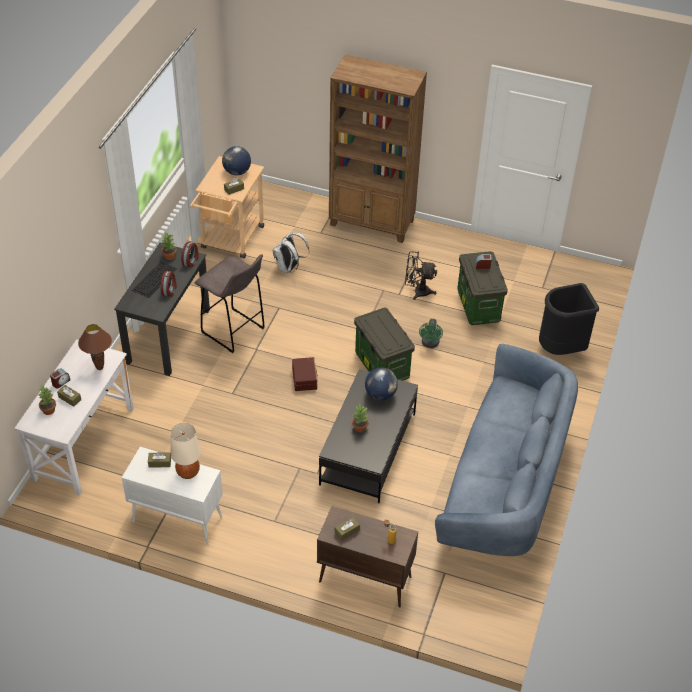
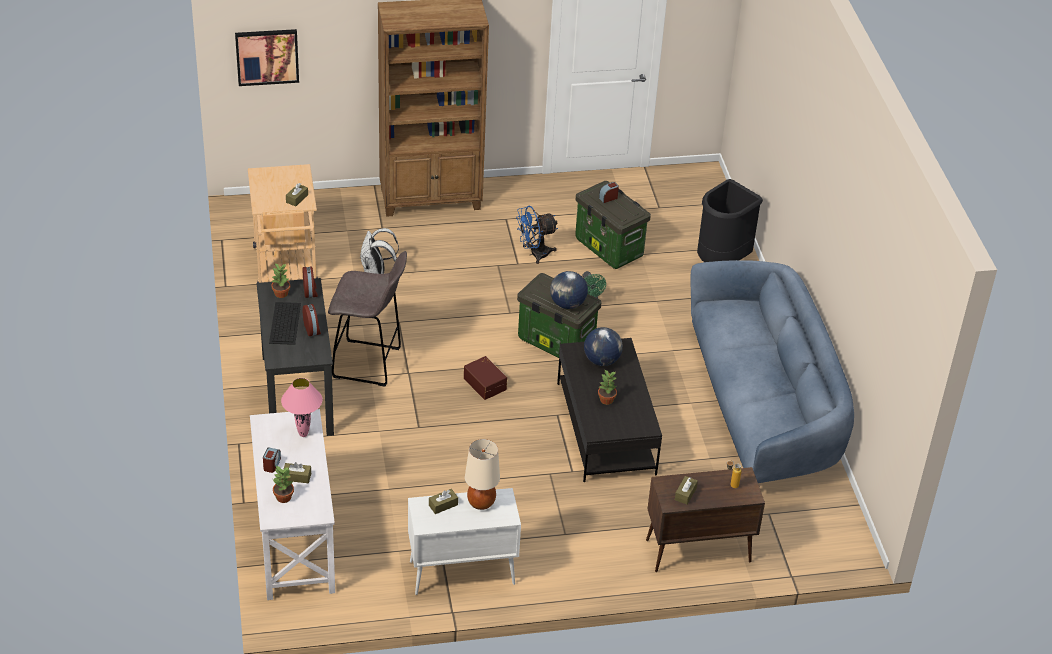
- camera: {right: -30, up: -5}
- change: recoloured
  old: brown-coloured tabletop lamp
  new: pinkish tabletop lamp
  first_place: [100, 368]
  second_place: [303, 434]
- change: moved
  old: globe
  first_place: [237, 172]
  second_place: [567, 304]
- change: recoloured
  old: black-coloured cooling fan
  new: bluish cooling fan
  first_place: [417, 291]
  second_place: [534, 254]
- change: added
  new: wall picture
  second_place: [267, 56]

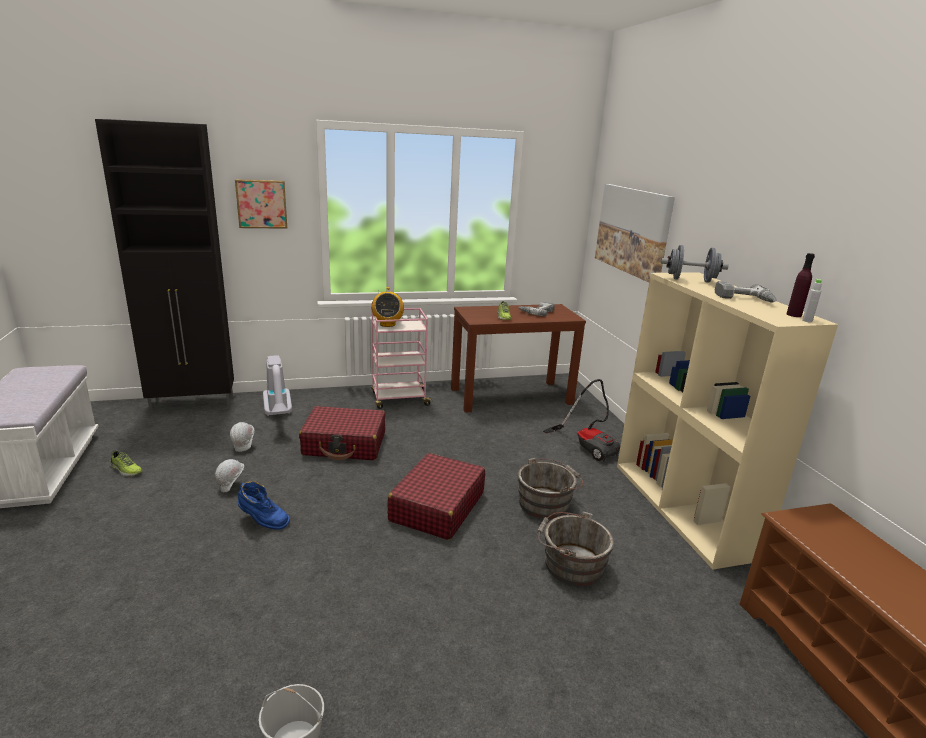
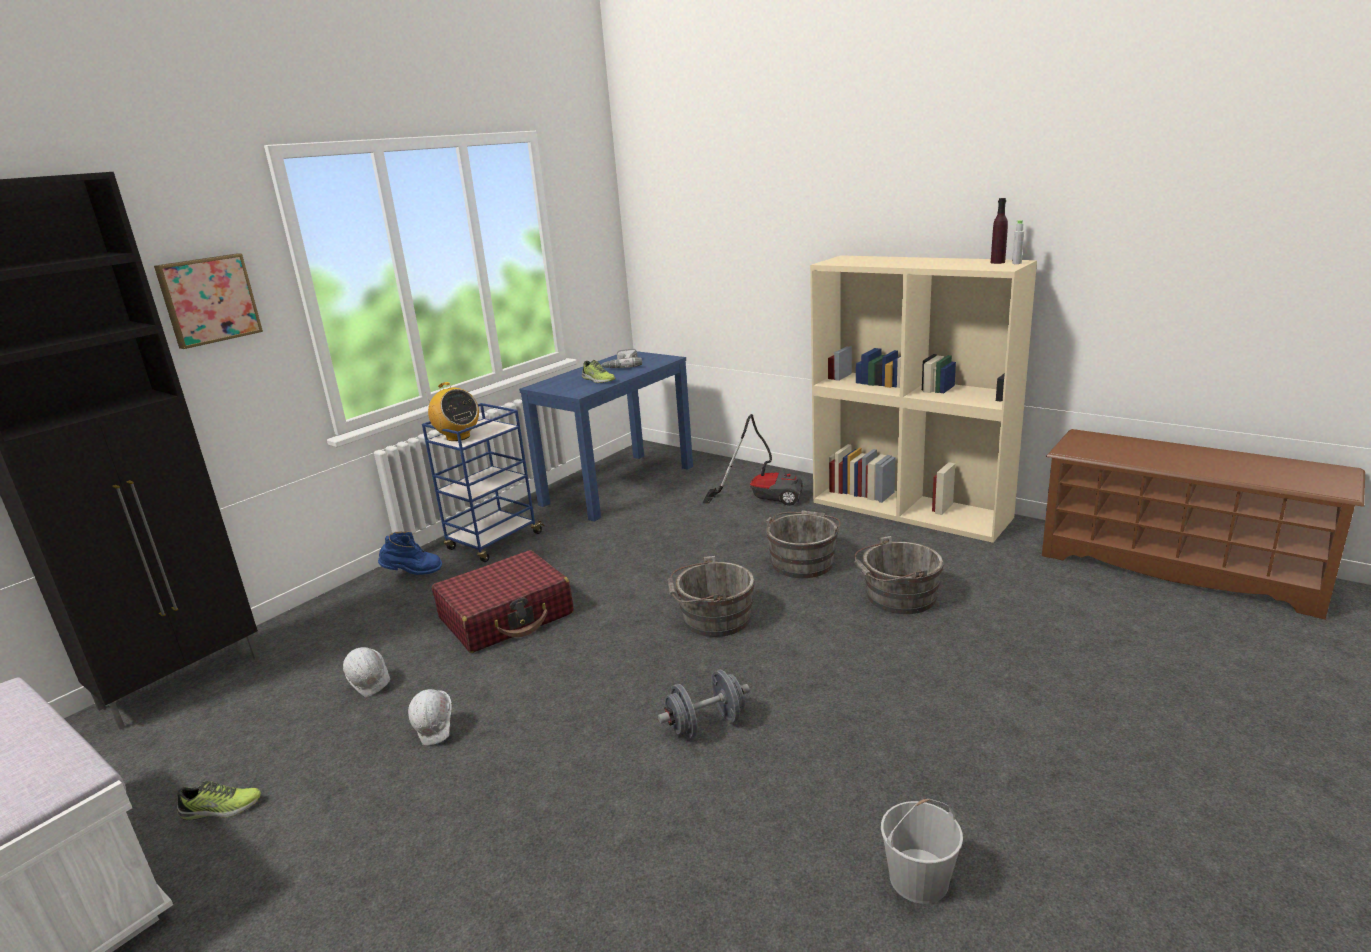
- camera: {right: -35, up: 0}
- change: moved
  old: bluish tall boot
  first_place: [263, 522]
  second_place: [413, 574]
- change: removed
  old: vacuum
  first_place: [279, 415]
- change: recoloured
  old: pinkish wheeled cart
  new: bluish wheeled cart
  first_place: [399, 399]
  second_place: [493, 542]
- change: replaced
  old: reddish travel case
  new: gray bucket
  first_place: [437, 507]
  second_place: [712, 618]
- change: recoloured
  old: brown-coloured console table
  new: bluish console table
  first_place: [511, 396]
  second_place: [618, 485]
- change: removed
  old: wall picture
  first_place: [633, 231]
- change: moved
  old: gray hand weight
  first_place: [690, 280]
  second_place: [706, 724]
- change: removed
  old: electric drill
  first_place: [744, 299]

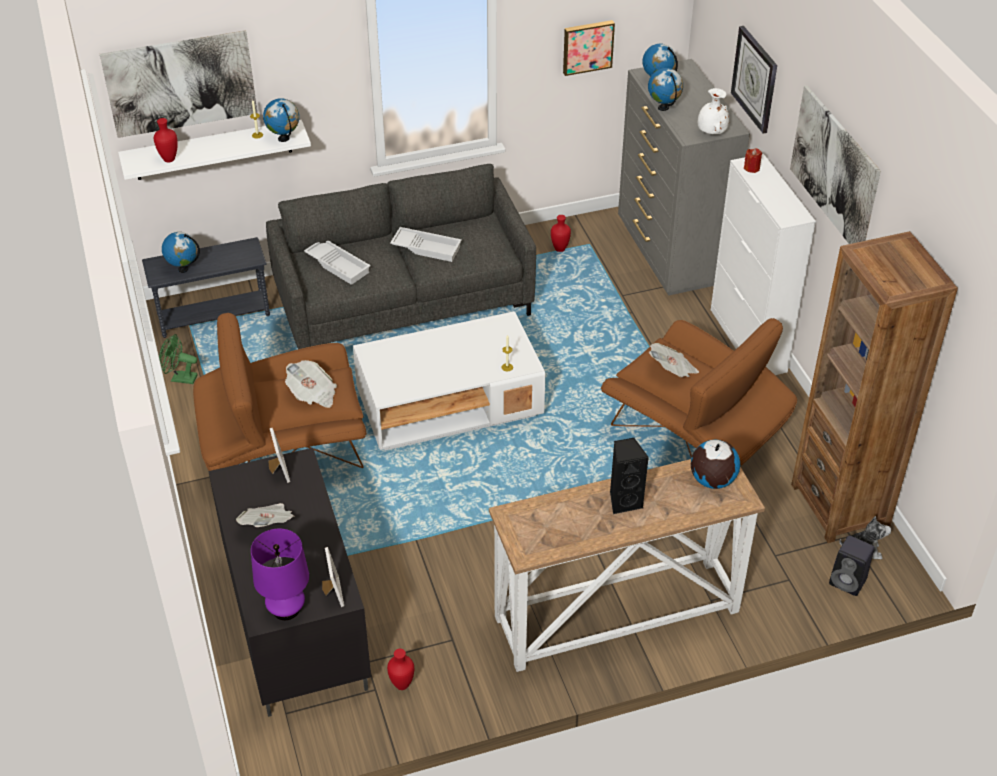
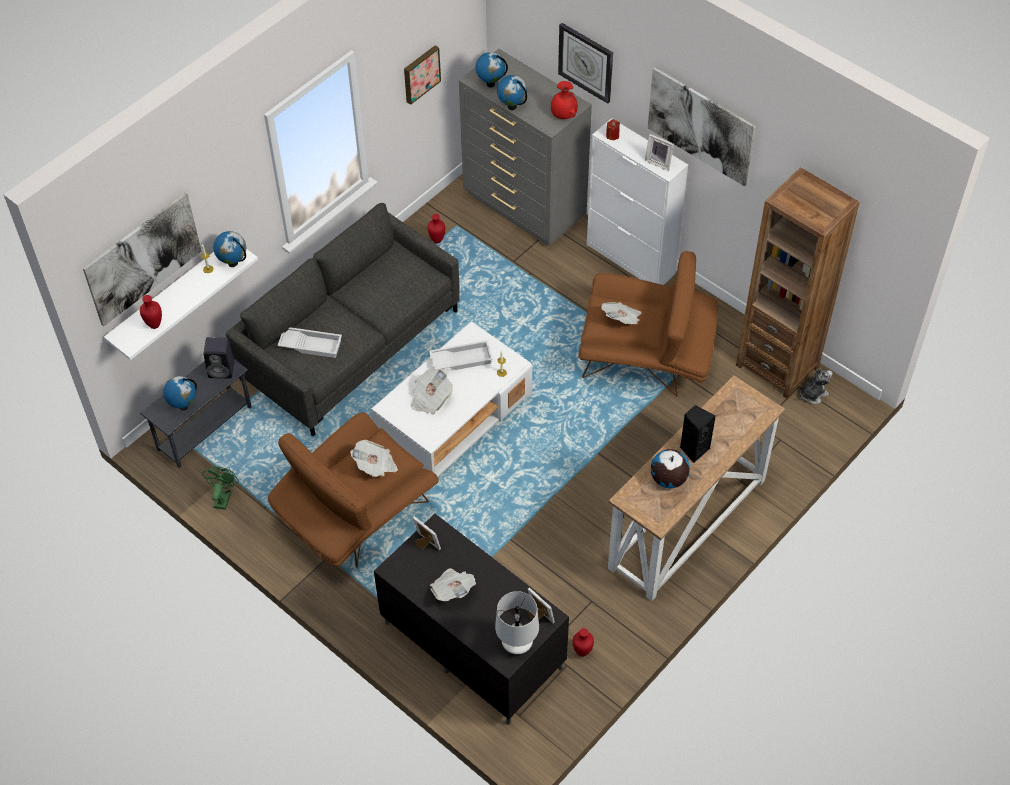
- camera: {right: -30, up: 10}
- change: turned
  old: green-coloured cooling fan
  first_place: [180, 378]
  second_place: [223, 497]
  degrees: 120
- change: recoloured
  old: purple tabletop lamp
  new: white tabletop lamp
  first_place: [286, 609]
  second_place: [517, 645]
- change: moved
  old: white tray
  first_place: [427, 247]
  second_place: [461, 359]
- change: moved
  old: globe
  first_place: [712, 480]
  second_place: [668, 479]
- change: recoloured
  old: white decorative vase
  new: reddish decorative vase
  first_place: [711, 132]
  second_place: [563, 115]
- change: moved
  old: black-coloured loudspeaker
  first_place: [849, 582]
  second_place: [222, 369]
- change: added
  new: newspaper
  second_place: [430, 399]
- change: added
  new: standing frame
  second_place: [659, 162]

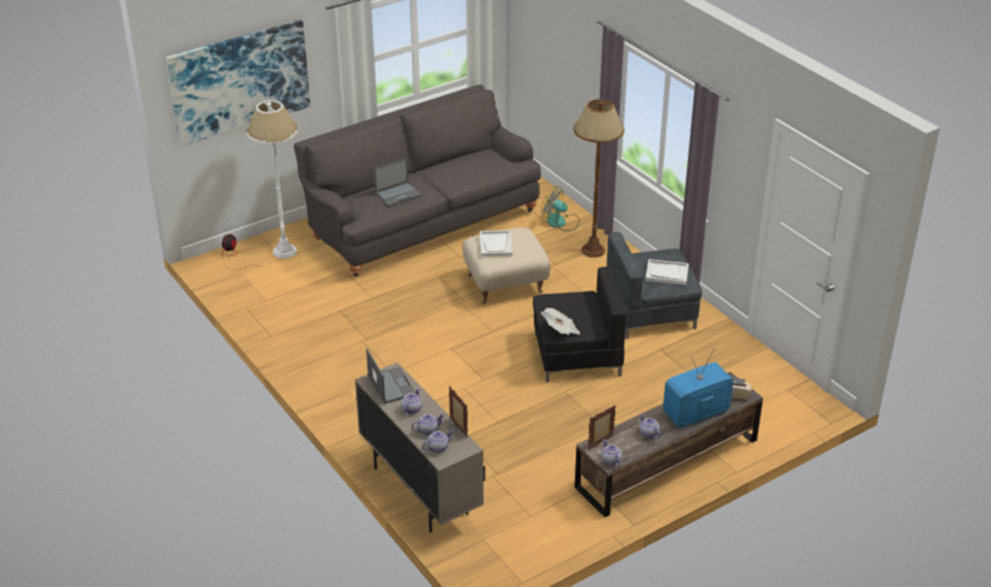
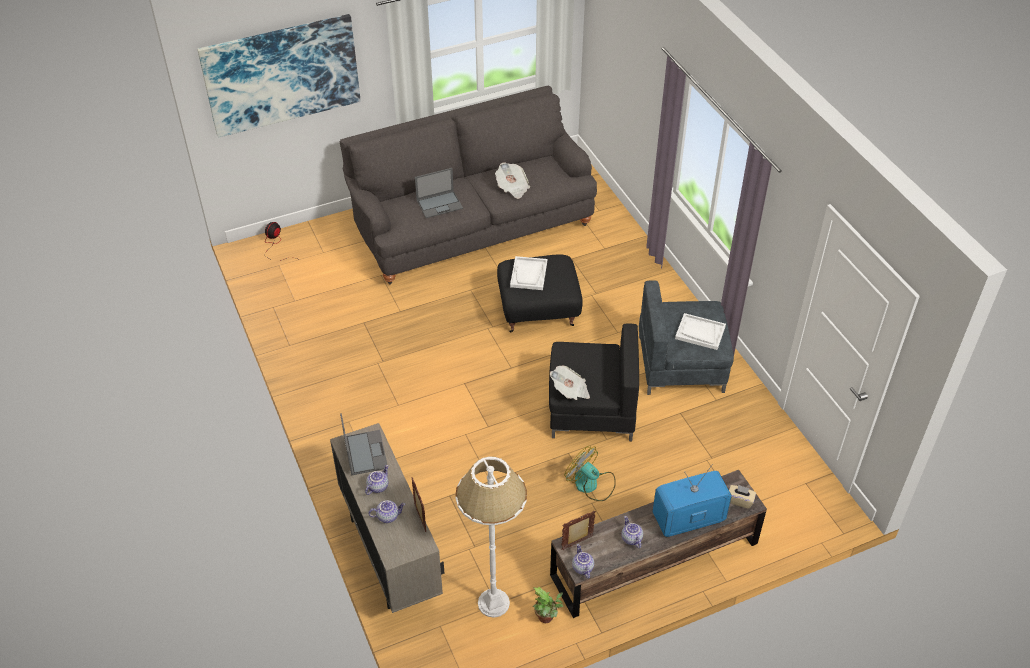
- camera: {right: 10, up: 10}
- change: moved
  old: white standard lamp
  first_place: [285, 251]
  second_place: [494, 603]
- change: removed
  old: teapot
  first_place: [438, 447]
- change: recoloured
  old: beige pouffe
  new: black-coloured pouffe
  first_place: [505, 284]
  second_place: [538, 311]
- change: moved
  old: cooling fan
  first_place: [560, 222]
  second_place: [591, 484]
- change: removed
  old: brown-coloured standard lamp
  first_place: [593, 251]
- change: added
  new: newspaper
  second_place: [512, 188]
- change: added
  new: plant in a pot
  second_place: [547, 618]

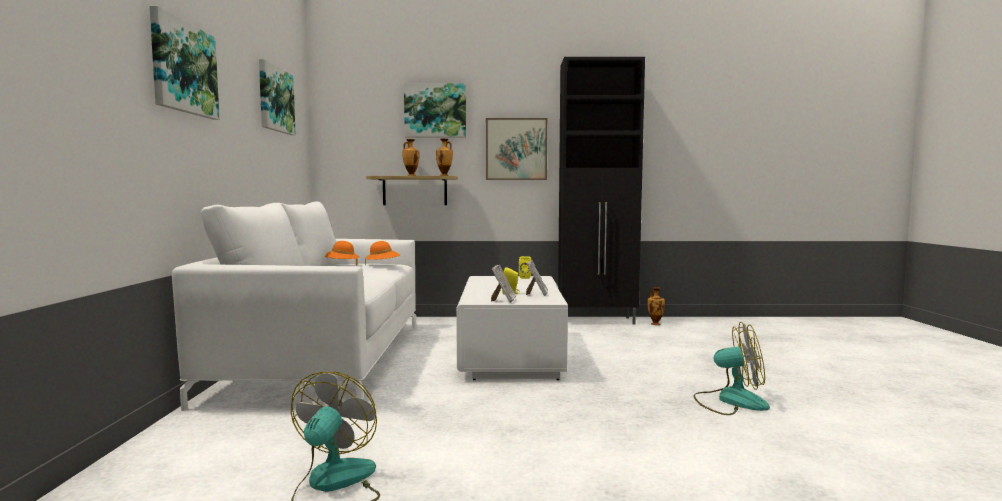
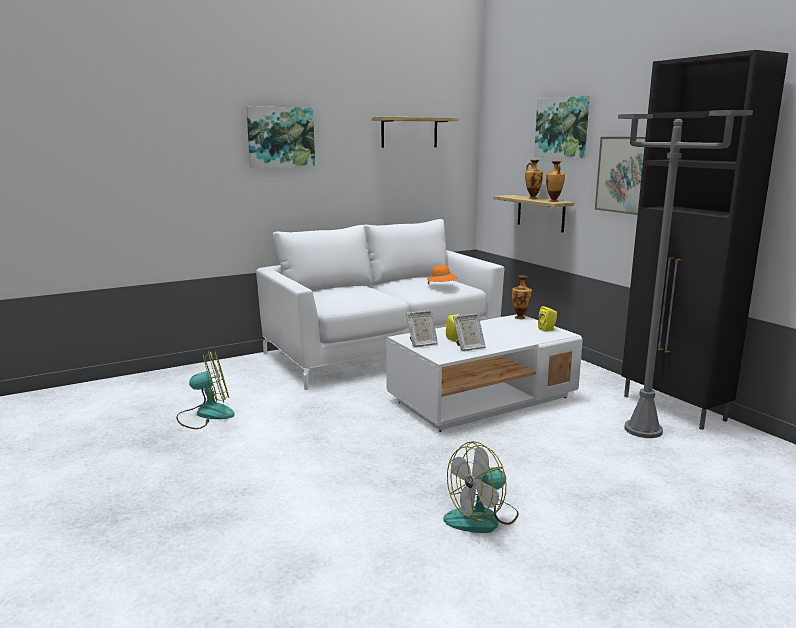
- camera: {right: 60, up: 10}
- change: replaced
  old: wall picture
  new: shelf
  first_place: [275, 99]
  second_place: [409, 132]
- change: removed
  old: orange-coloured wearable hat
  first_place: [341, 265]
- change: moved
  old: decorative vase
  first_place: [655, 324]
  second_place: [520, 317]
- change: turned
  old: cooling fan
  first_place: [730, 401]
  second_place: [482, 517]
  degrees: 75
- change: added
  new: gray standard lamp
  second_place: [643, 429]

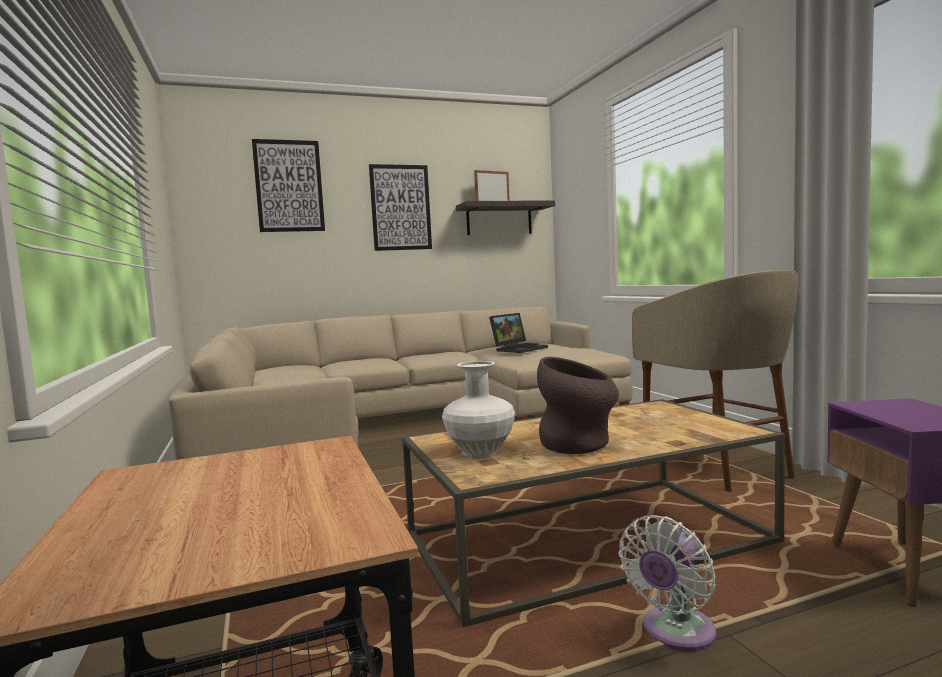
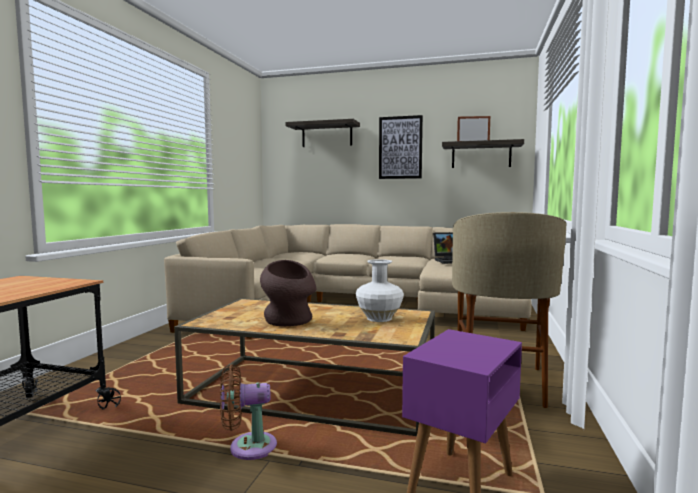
- camera: {right: 35, up: 0}
- change: replaced
  old: wall picture
  new: shelf
  first_place: [289, 186]
  second_place: [327, 135]
- change: moved
  old: white decorative vase
  first_place: [480, 451]
  second_place: [379, 318]
- change: recoloured
  old: white cooling fan
  new: brown-coloured cooling fan
  first_place: [675, 633]
  second_place: [247, 447]

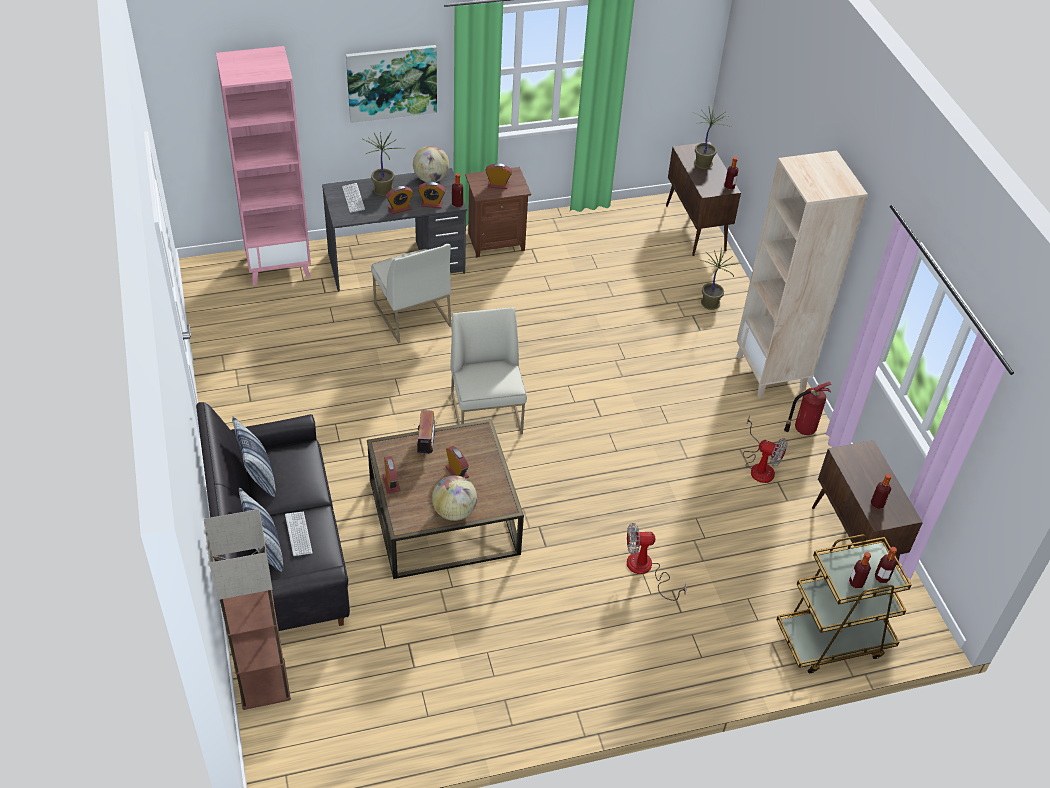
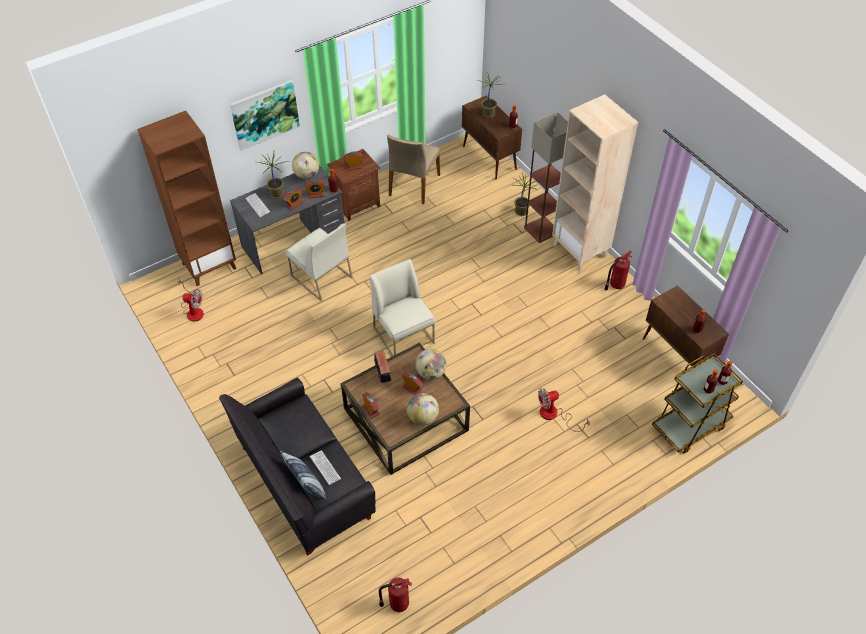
- camera: {right: -15, up: 5}
- change: moved
  old: standard lamp
  first_place: [262, 683]
  second_place: [541, 230]
- change: recoloured
  old: pinkish bookcase
  new: brown-coloured bookcase
  first_place: [279, 265]
  second_place: [209, 265]
- change: removed
  old: pillow
  first_place: [258, 476]
- change: moved
  old: cooling fan
  first_place: [759, 466]
  second_place: [193, 310]
- change: added
  new: fire extinguisher
  second_place: [397, 603]
- change: added
  new: beige chair
  second_place: [413, 185]
- change: added
  new: globe
  second_place: [431, 373]

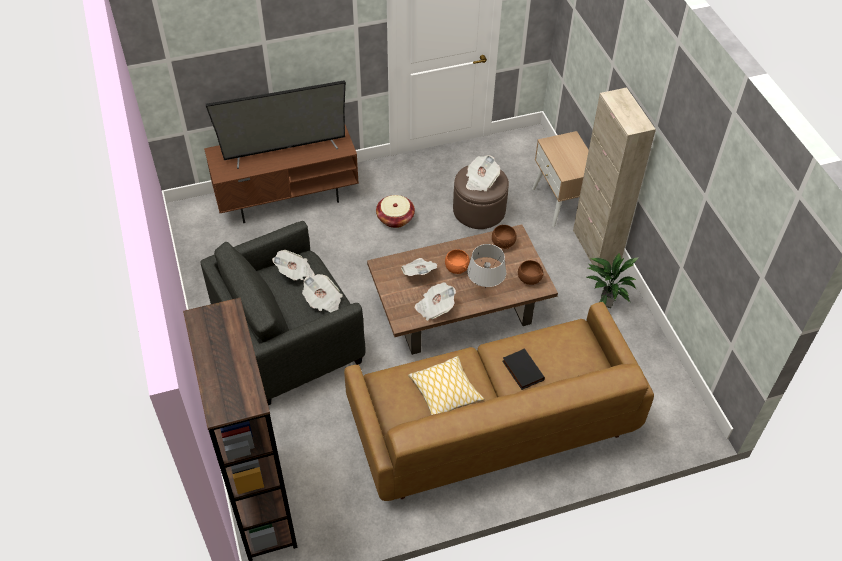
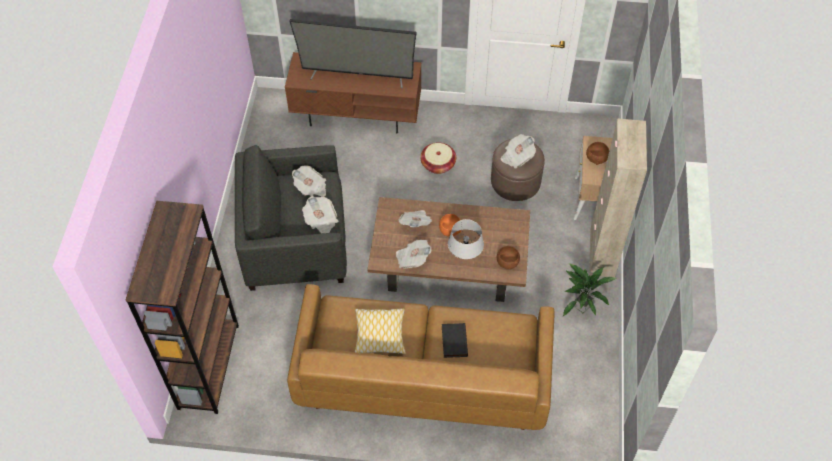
- camera: {right: 25, up: 5}
- change: moved
  old: brown-coloured bowl
  first_place: [503, 243]
  second_place: [597, 159]

